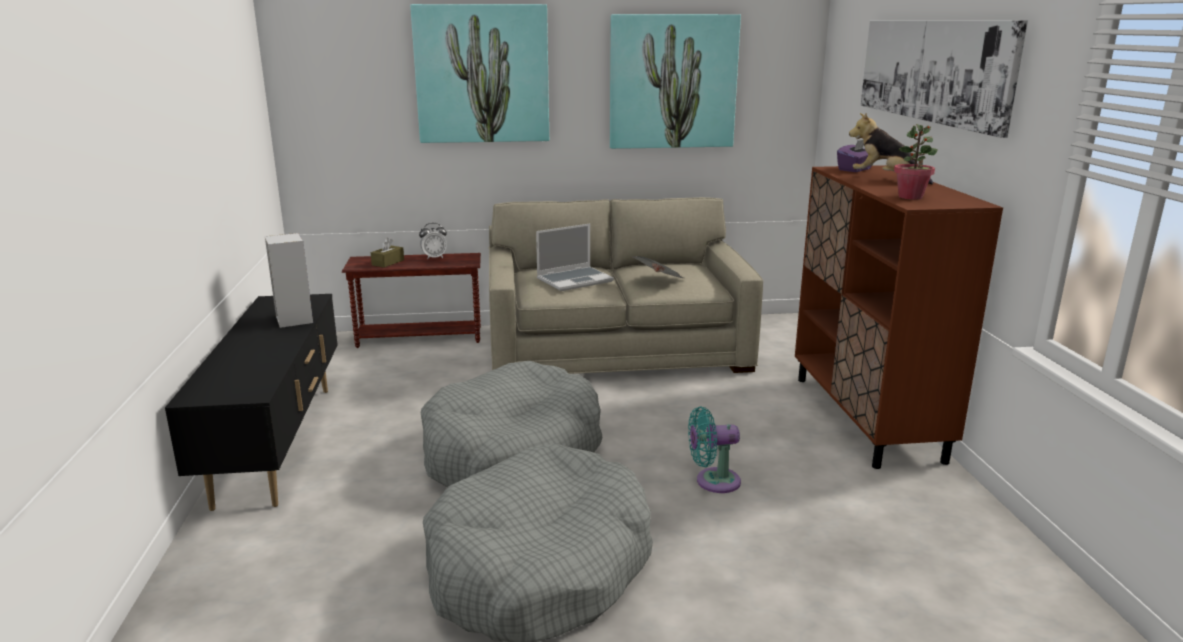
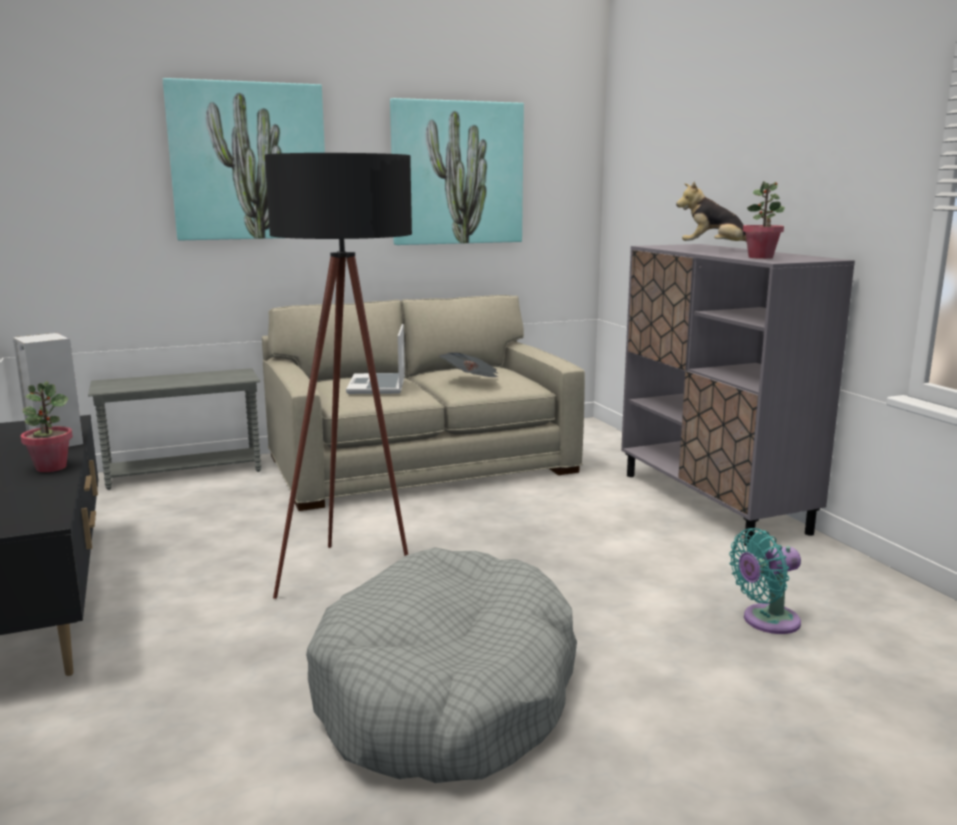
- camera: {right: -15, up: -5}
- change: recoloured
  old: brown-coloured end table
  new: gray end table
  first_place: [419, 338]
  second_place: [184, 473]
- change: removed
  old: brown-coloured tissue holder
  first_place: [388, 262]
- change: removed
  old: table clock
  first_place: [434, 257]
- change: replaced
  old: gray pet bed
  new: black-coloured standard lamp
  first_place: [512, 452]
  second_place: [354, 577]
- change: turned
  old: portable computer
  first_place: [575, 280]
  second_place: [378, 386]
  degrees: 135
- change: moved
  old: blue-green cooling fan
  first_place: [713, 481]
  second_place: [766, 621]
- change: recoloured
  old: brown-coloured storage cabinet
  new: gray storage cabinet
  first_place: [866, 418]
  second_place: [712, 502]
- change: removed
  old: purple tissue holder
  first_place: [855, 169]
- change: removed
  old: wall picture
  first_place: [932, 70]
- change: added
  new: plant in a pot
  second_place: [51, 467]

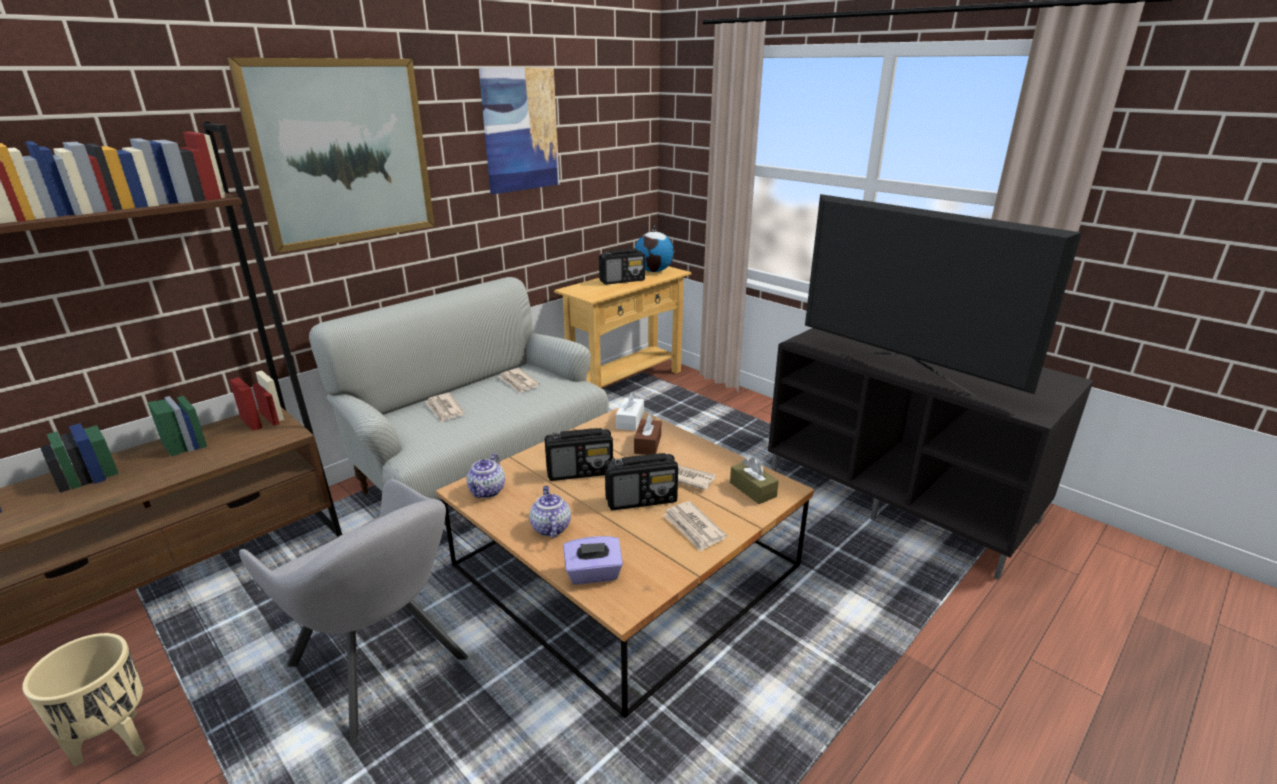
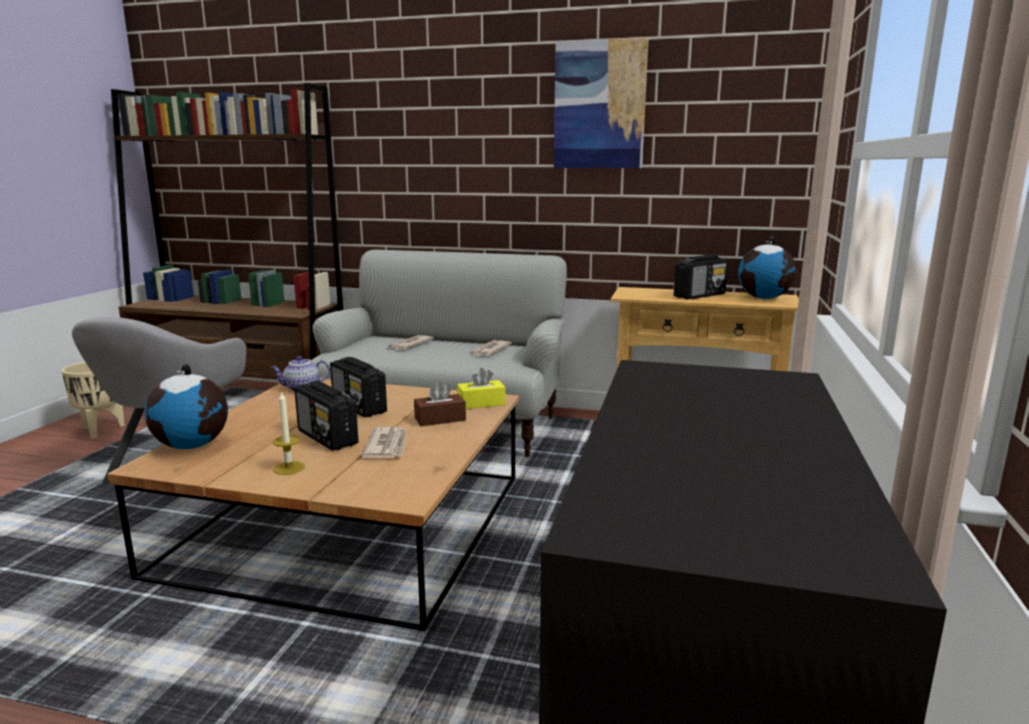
- camera: {right: 60, up: -10}
- change: removed
  old: wall picture
  first_place: [343, 152]
- change: removed
  old: teapot
  first_place: [550, 527]
- change: replaced
  old: purple tissue holder
  new: globe
  first_place: [593, 574]
  second_place: [193, 446]
- change: turned
  old: radio
  first_place: [622, 281]
  second_place: [700, 295]
  degrees: -75
- change: recoloured
  old: white tissue holder
  new: yellowish tissue holder
  first_place: [630, 421]
  second_place: [481, 403]
- change: replaced
  old: newspaper
  new: wax light
  first_place: [693, 528]
  second_place: [289, 468]
- change: removed
  old: brown-coloured tissue holder
  first_place: [752, 489]
- change: removed
  old: TV set
  first_place: [903, 372]

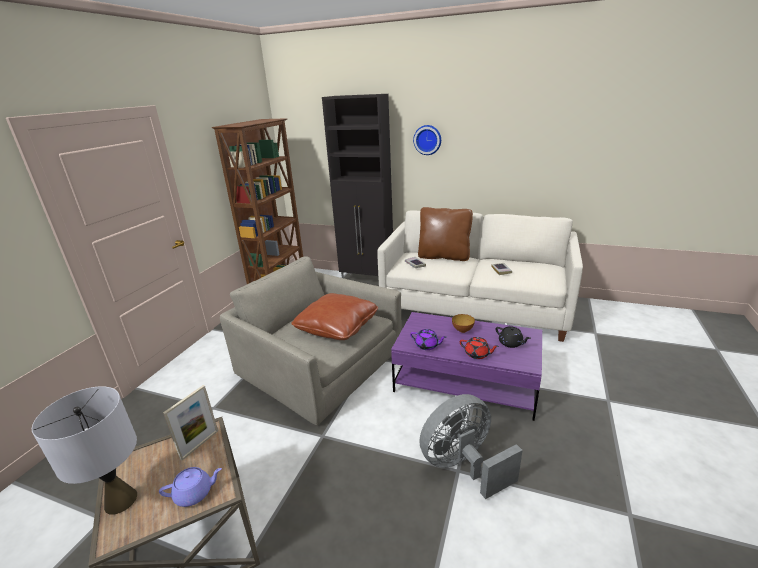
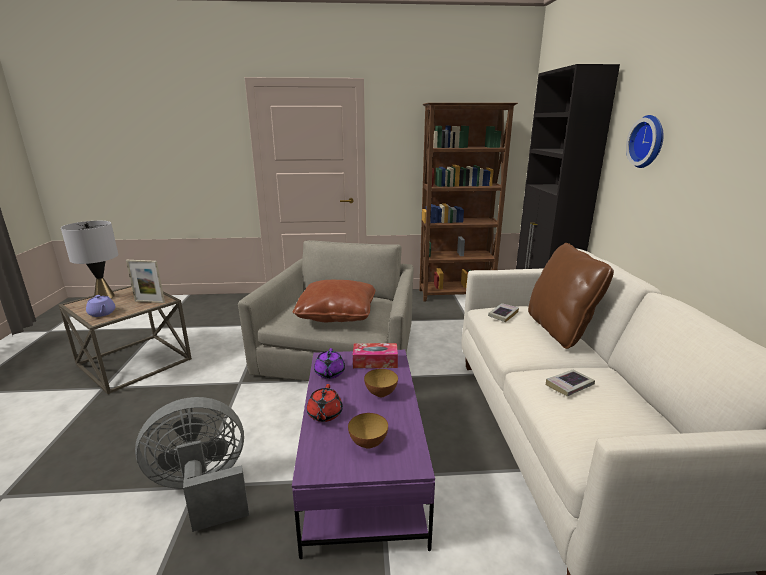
- camera: {right: 65, up: -5}
- change: turned
  old: gray cooling fan
  first_place: [463, 466]
  second_place: [203, 490]
  degrees: -60
- change: replaced
  old: black-coloured teapot
  new: bowl
  first_place: [511, 343]
  second_place: [368, 443]
- change: added
  new: tissue holder
  second_place: [375, 362]

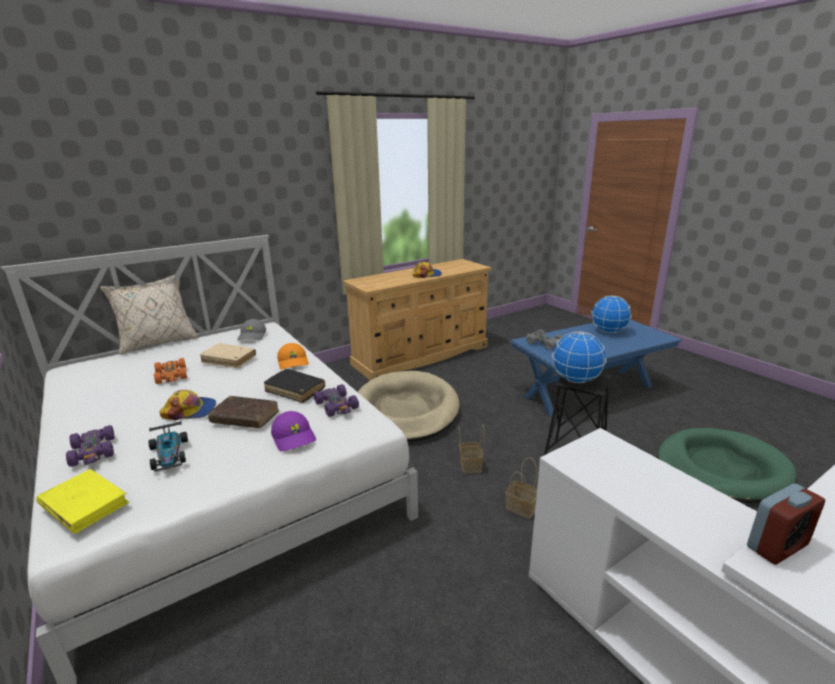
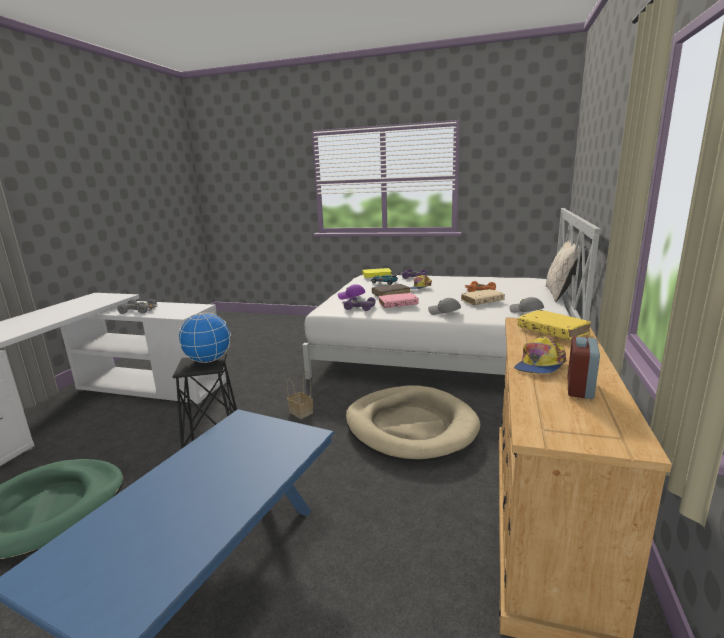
- camera: {right: 140, up: -5}
- change: recoloured
  old: black-coloured volume
  new: pinkish volume
  first_place: [295, 390]
  second_place: [398, 304]
- change: recoloured
  old: orange-coloured cap
  new: gray cap
  first_place: [293, 362]
  second_place: [443, 312]
- change: removed
  old: basket
  first_place: [520, 507]
- change: moved
  old: gray toy car
  first_place: [543, 343]
  second_place: [139, 310]
- change: removed
  old: globe
  first_place: [608, 331]
- change: moved
  old: table clock
  first_place: [777, 546]
  second_place: [579, 388]
- change: added
  new: yellowish volume
  second_place: [552, 331]

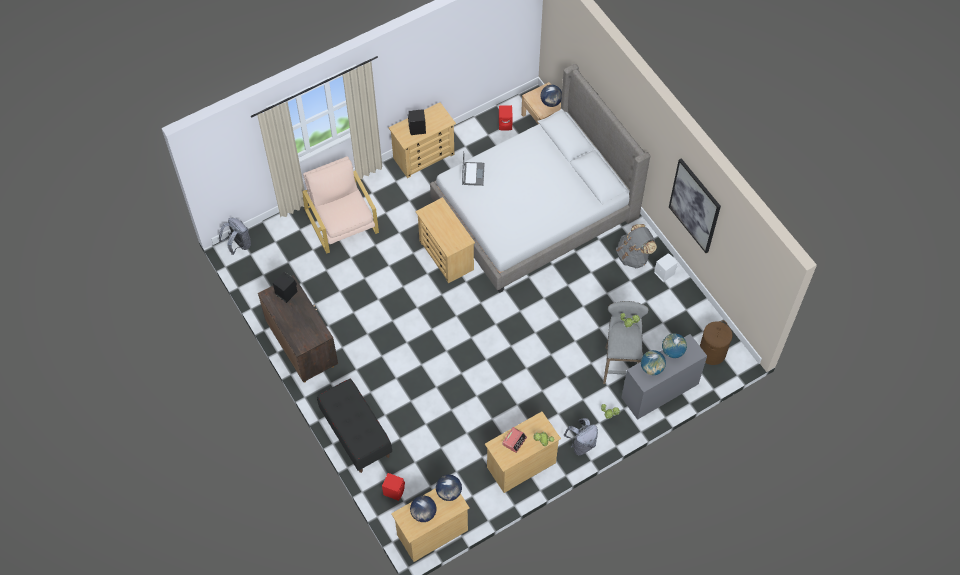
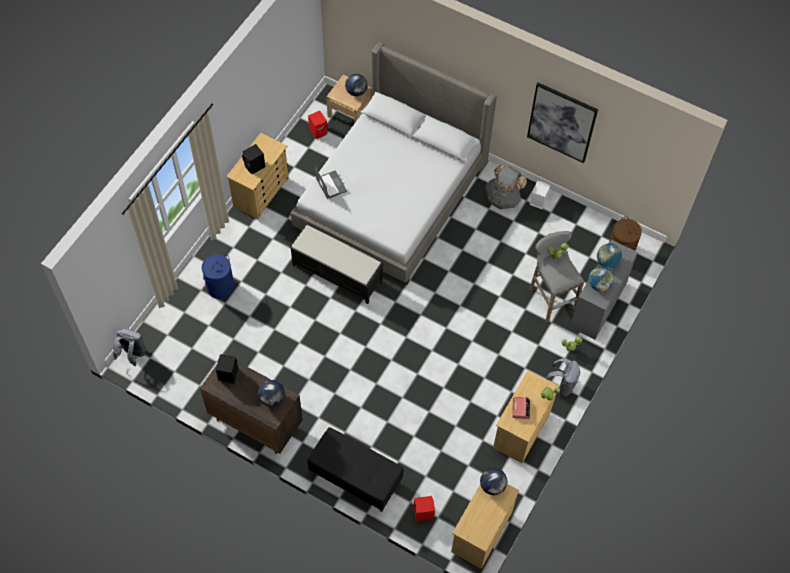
- camera: {right: -30, up: 0}
- change: replaced
  old: beige armchair
  new: bluish hamper
  first_place: [342, 221]
  second_place: [220, 286]
- change: moved
  old: globe
  first_place: [423, 513]
  second_place: [272, 399]
- change: replaced
  old: beige drawer chest
  new: black-coloured bench
  first_place: [446, 256]
  second_place: [338, 273]

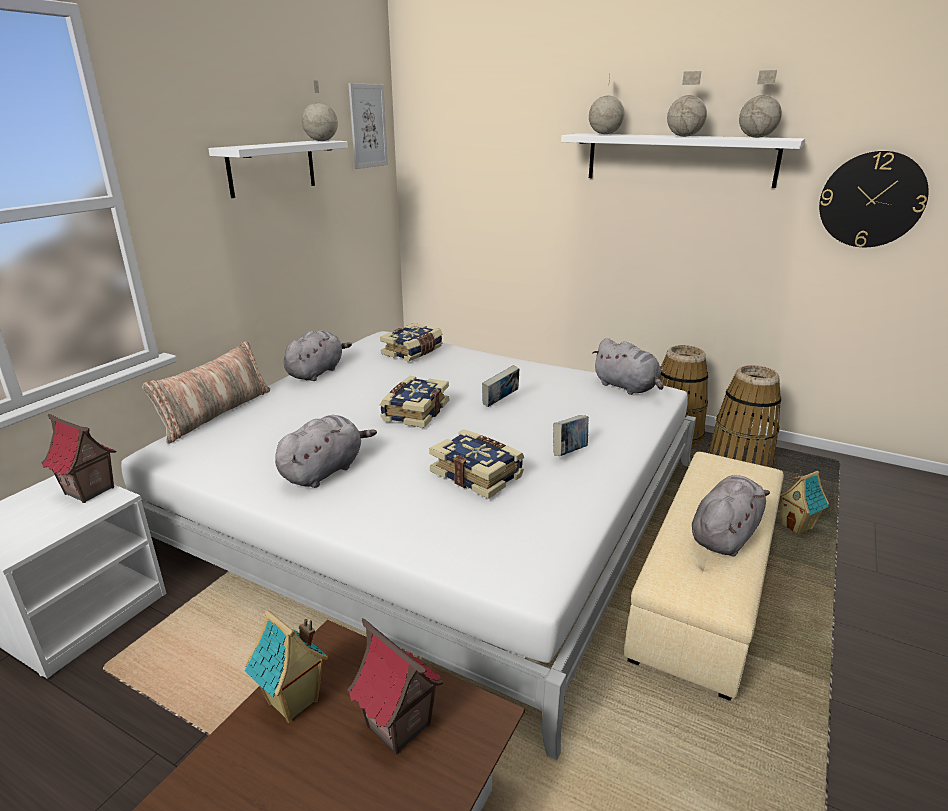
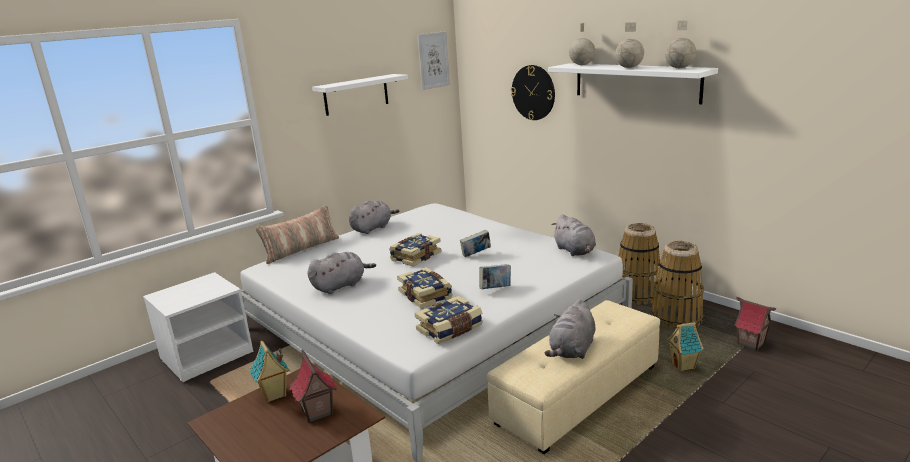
- camera: {right: 20, up: -5}
- change: moved
  old: toy house
  first_place: [89, 491]
  second_place: [750, 344]
- change: removed
  old: globe
  first_place: [321, 141]
- change: moved
  old: volume
  first_place: [413, 351]
  second_place: [450, 329]
- change: turned
  old: gray soft toy
  first_place: [725, 535]
  second_place: [572, 350]
  degrees: 150
- change: moved
  old: hanging clock
  first_place: [871, 200]
  second_place: [533, 92]

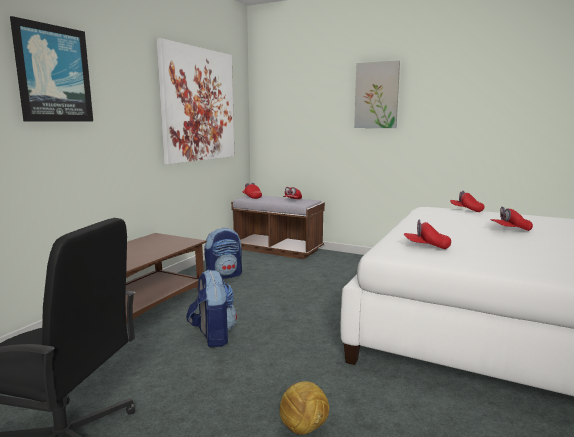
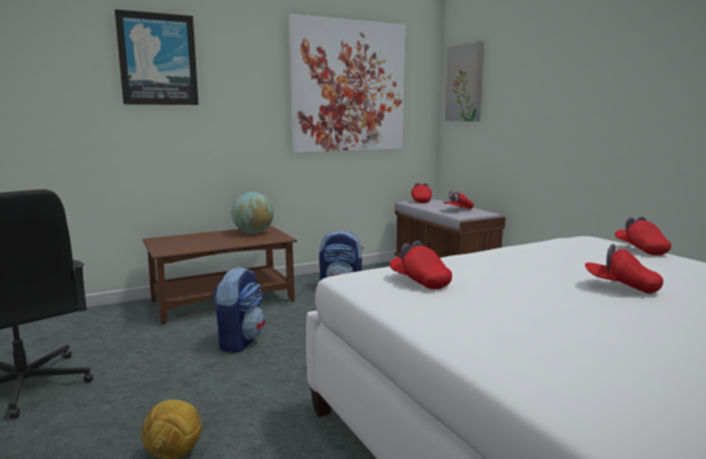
- camera: {right: 35, up: 0}
- change: moved
  old: wall picture
  first_place: [376, 95]
  second_place: [465, 83]
- change: added
  new: globe
  second_place: [253, 233]

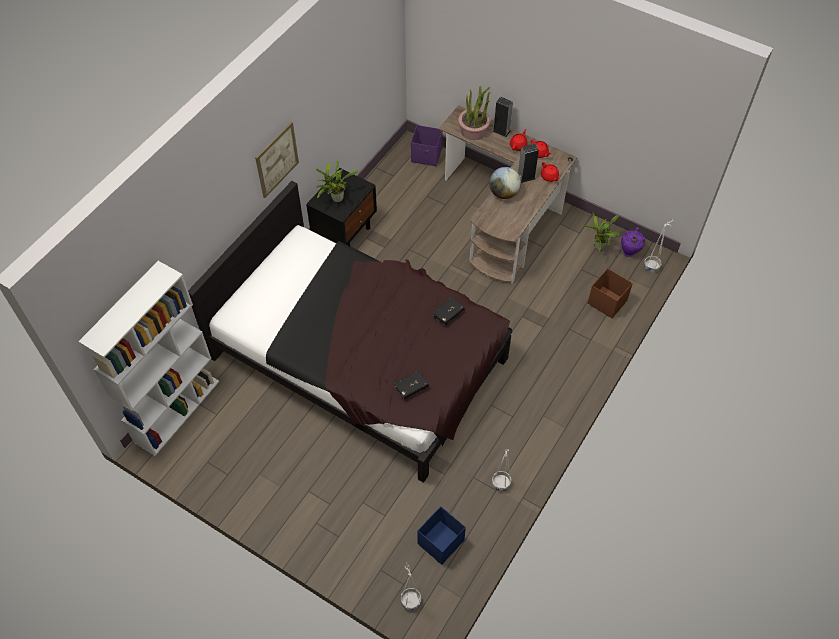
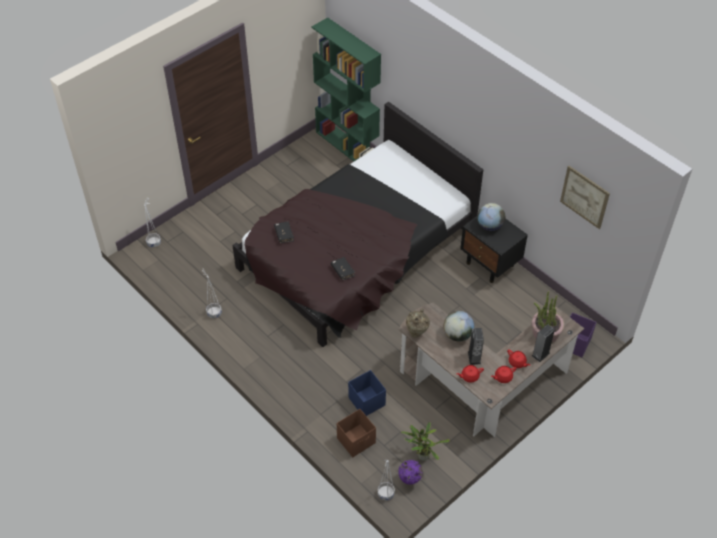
- camera: {right: 105, up: -5}
- change: recoloured
  old: white bookcase
  new: green-coloured bookcase
  first_place: [177, 410]
  second_place: [347, 146]
- change: moved
  old: wall picture
  first_place: [277, 159]
  second_place: [584, 197]
- change: replaced
  old: plant in a pot
  new: globe
  first_place: [336, 199]
  second_place: [489, 226]
- change: moved
  old: bluish storage container
  first_place: [440, 542]
  second_place: [366, 401]
- change: added
  new: beige decorative vase
  second_place: [416, 333]

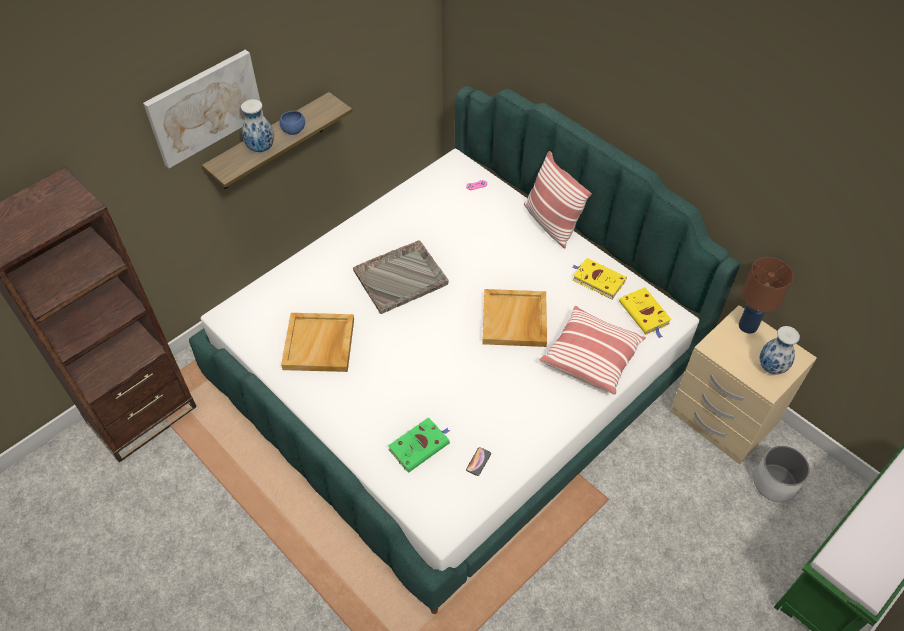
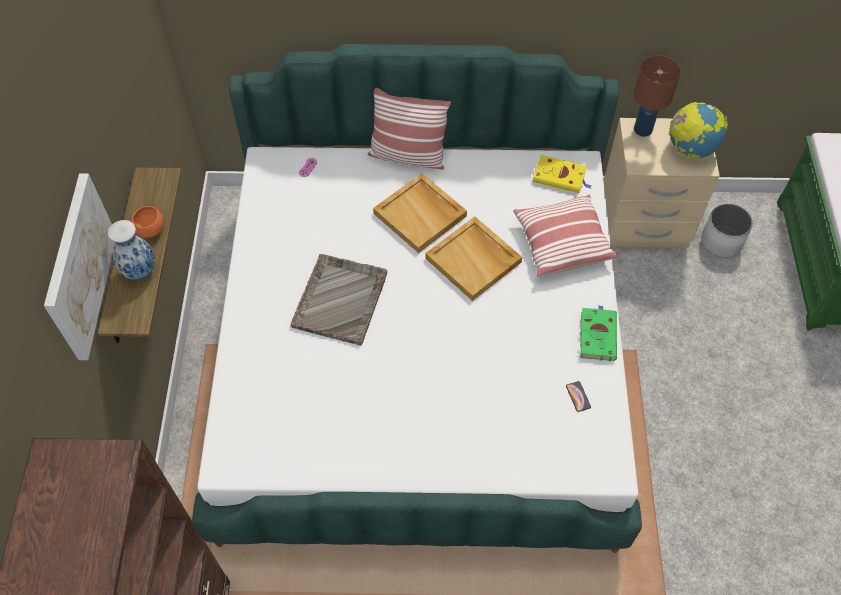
- camera: {right: -45, up: 5}
- change: recoloured
  old: bluish bowl
  new: orange-coloured bowl
  first_place: [294, 130]
  second_place: [150, 230]
- change: moved
  old: beige tray
  first_place: [319, 344]
  second_place: [421, 215]
- change: moved
  old: green-coloured volume
  first_place: [420, 445]
  second_place: [597, 334]
- change: removed
  old: yellowish volume
  first_place: [597, 280]
- change: replaced
  old: decorative vase
  new: globe
  first_place: [772, 367]
  second_place: [690, 149]

